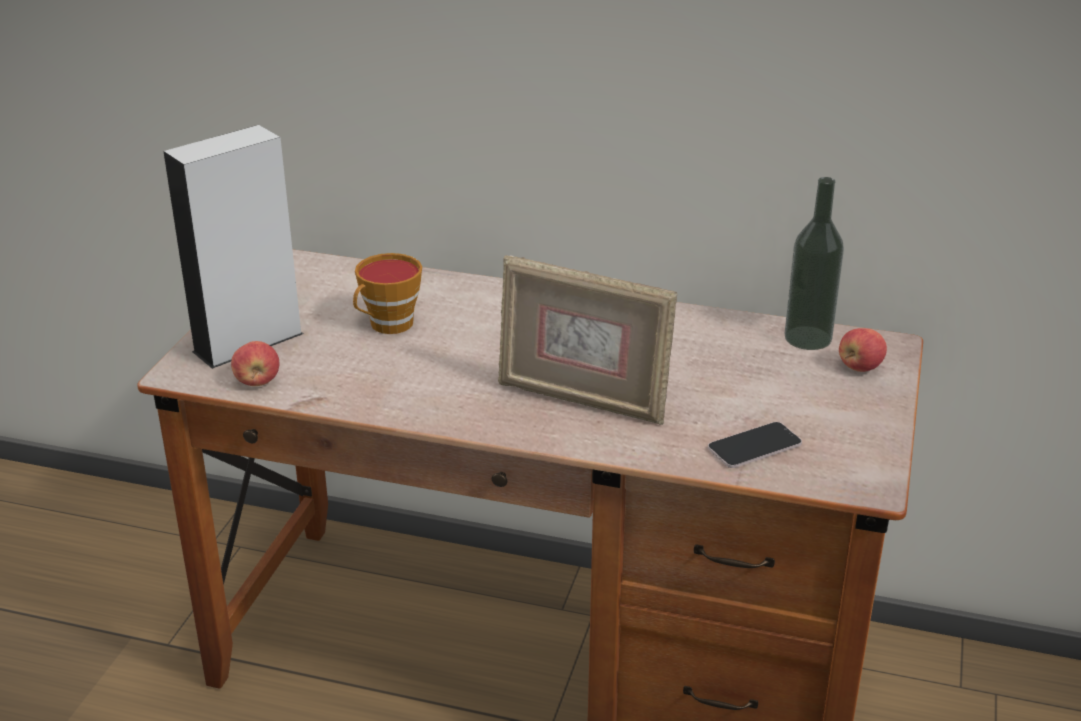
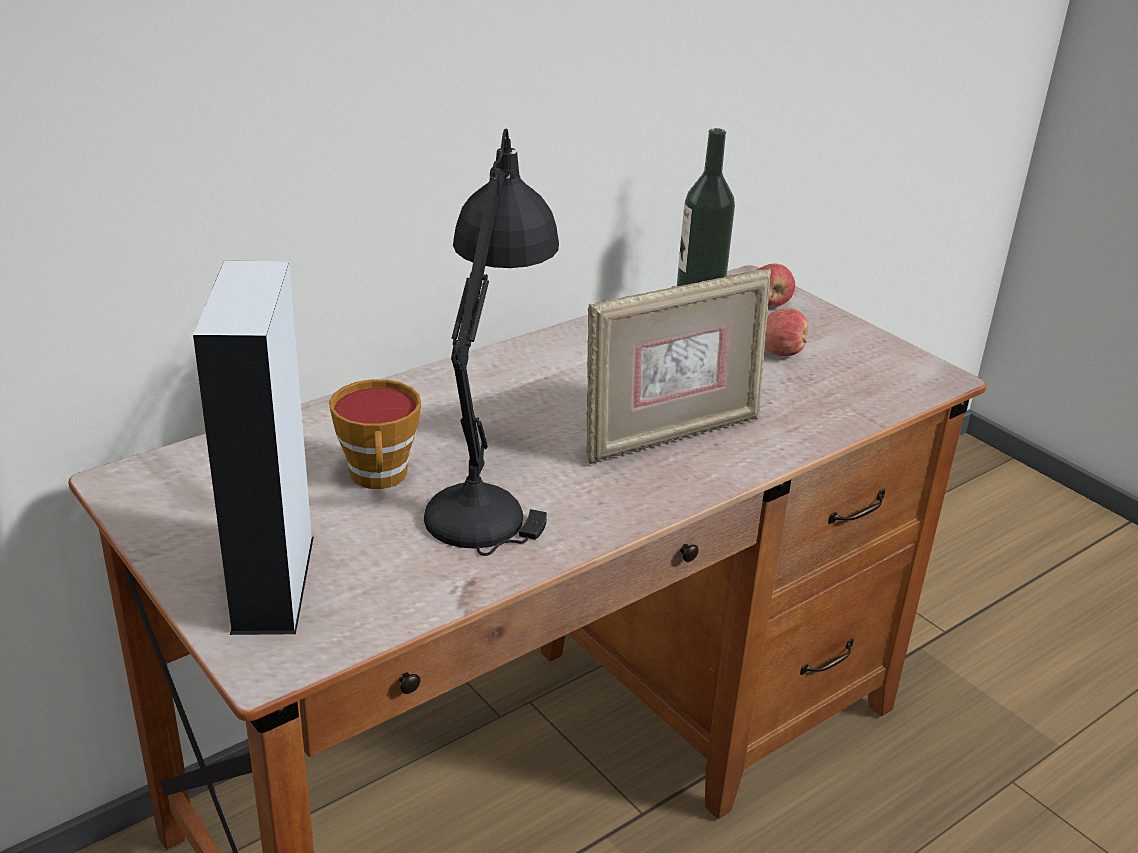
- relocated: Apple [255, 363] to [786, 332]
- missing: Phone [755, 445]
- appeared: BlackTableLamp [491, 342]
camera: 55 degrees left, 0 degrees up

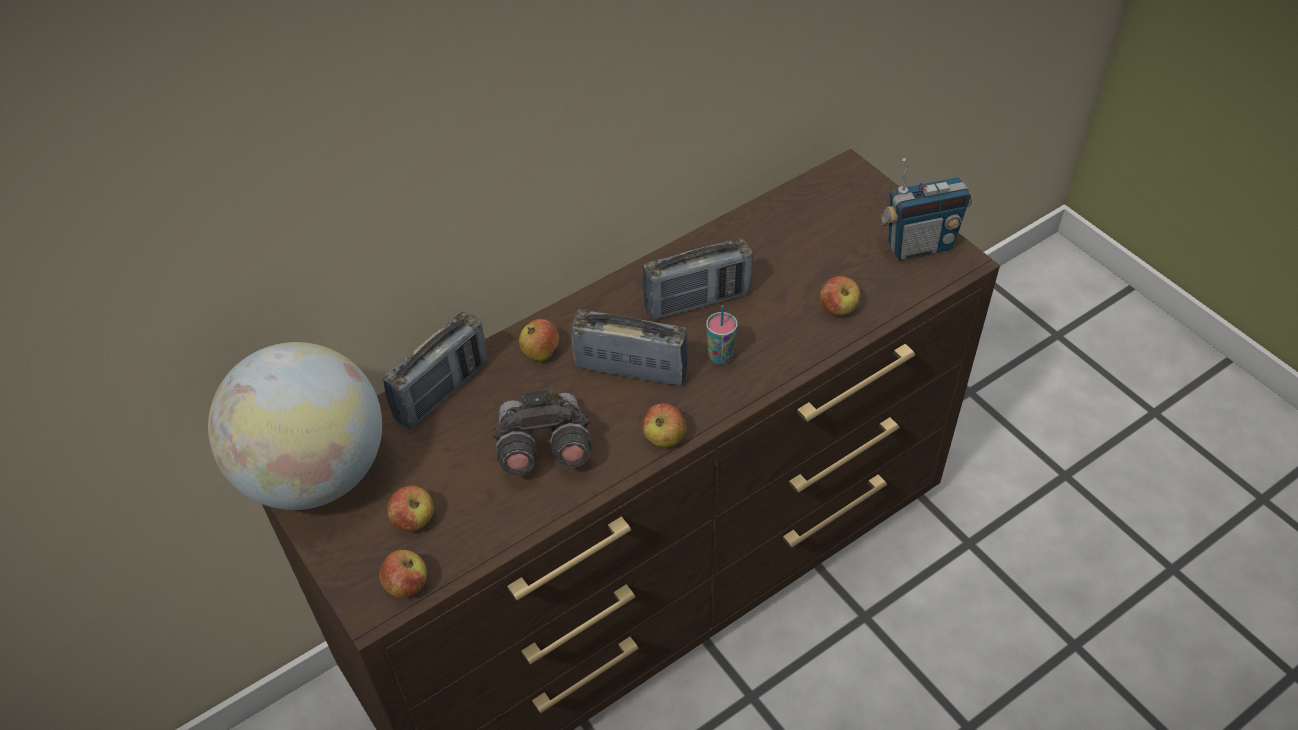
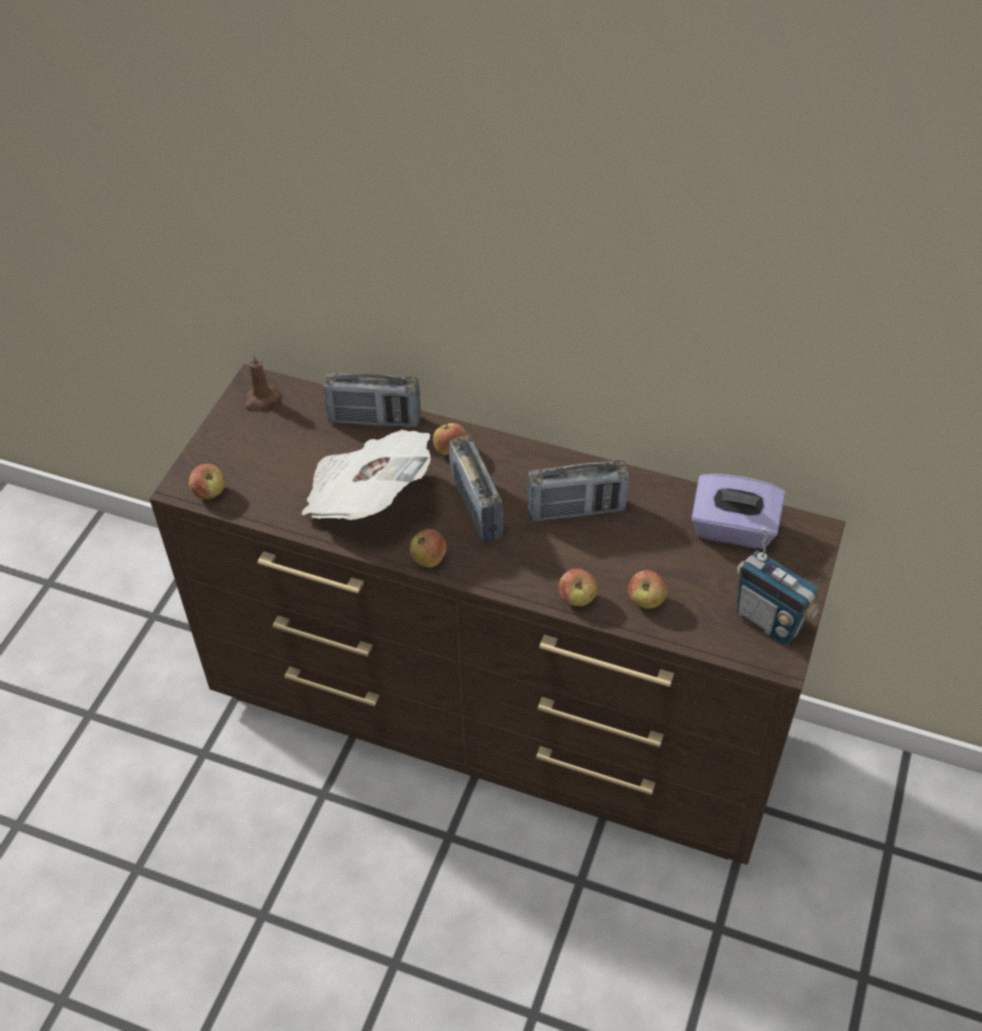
- spun: Radio [697, 279] = [578, 490] 45 degrees counterclockwise
- missing: Cup [722, 335]
- exchanged: Globe [295, 426] to BrownCandle [262, 382]
- exchanged: GreyBinoculars [542, 432] to Newspaper [366, 475]
- relocated: Apple [410, 508] to [578, 587]
- appeared: PurpleTissueBox [738, 511]
camera: 55 degrees right, 0 degrees up

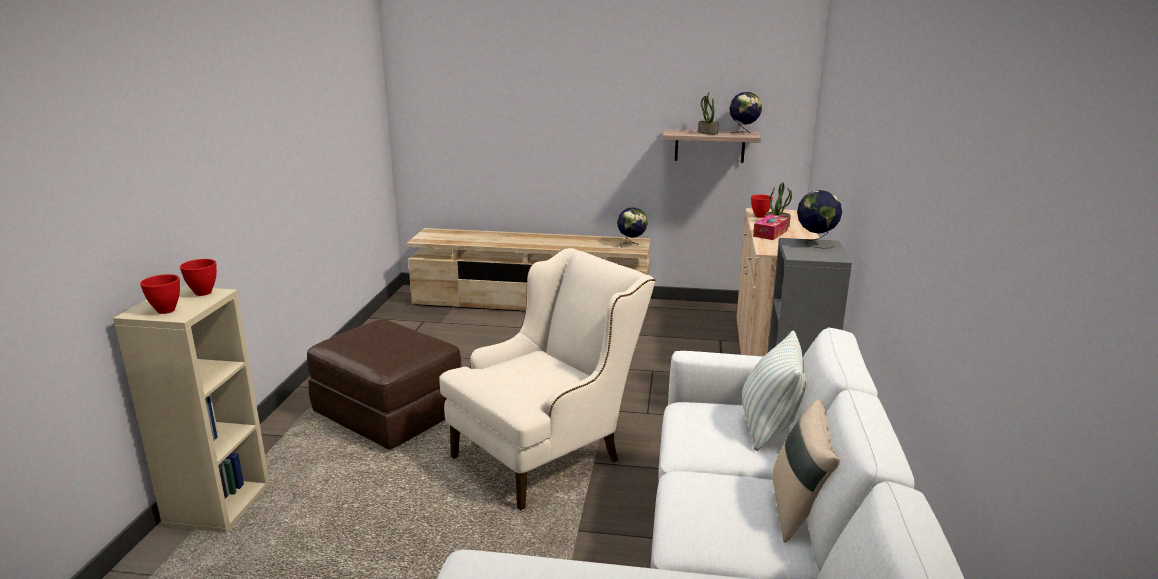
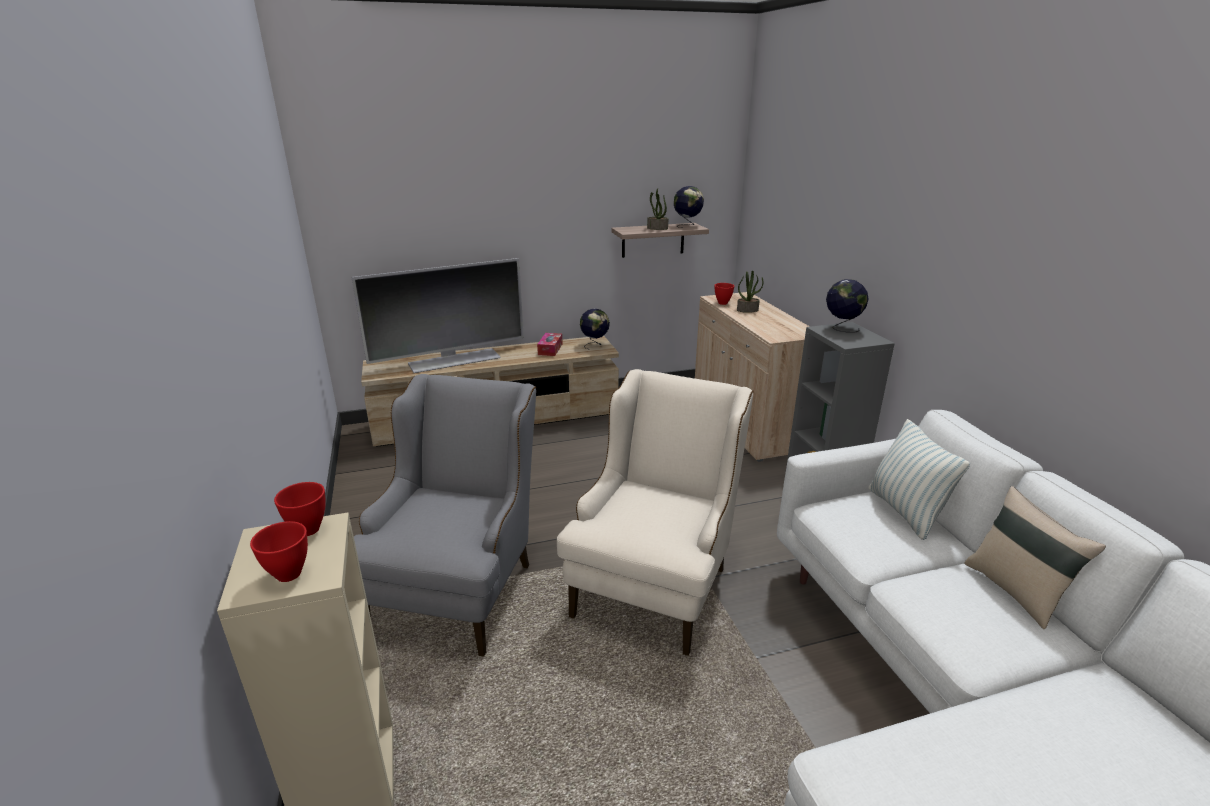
- relocated: TissueBox [771, 227] to [549, 344]
- exchanged: BrownOttoman [384, 384] to GreyArmchair [445, 515]
- appeared: Television [438, 315]
camera: 25 degrees left, 5 degrees up

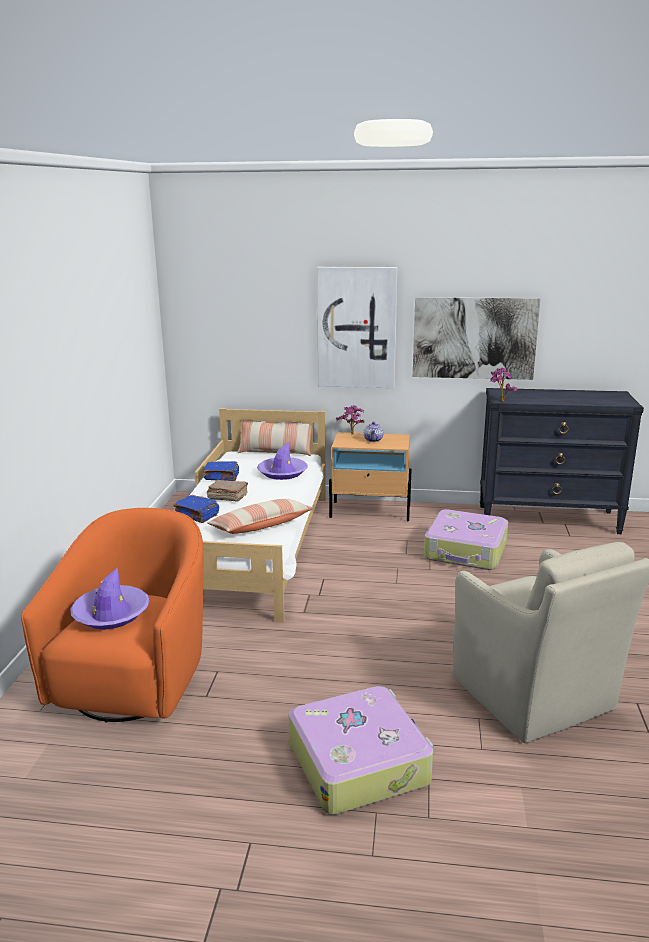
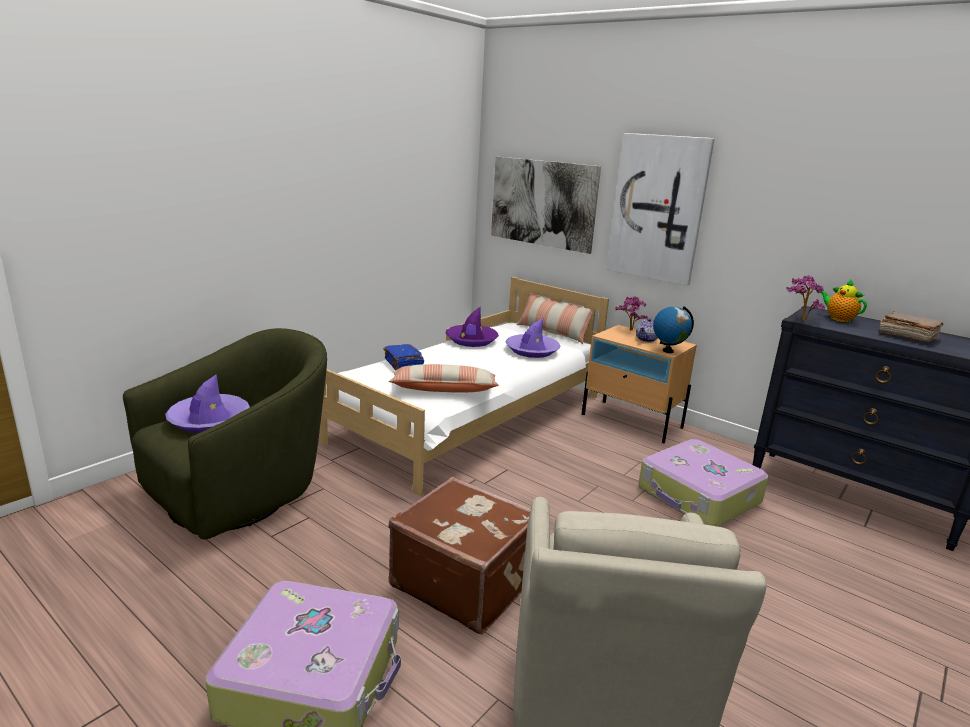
- relocated: Picture [476, 338] to [546, 205]
- exchanged: BlueBook [221, 471] to PurpleHat [472, 327]
- relocated: BrownBook [227, 491] to [911, 327]
- colour: OrangeArmchair [112, 615] to GreenArmchair [225, 433]
- appeared: Teapot [841, 300]
- appeared: Globe [673, 329]
- appeared: BrownSuitcase [460, 556]
camera: 30 degrees right, 0 degrees up

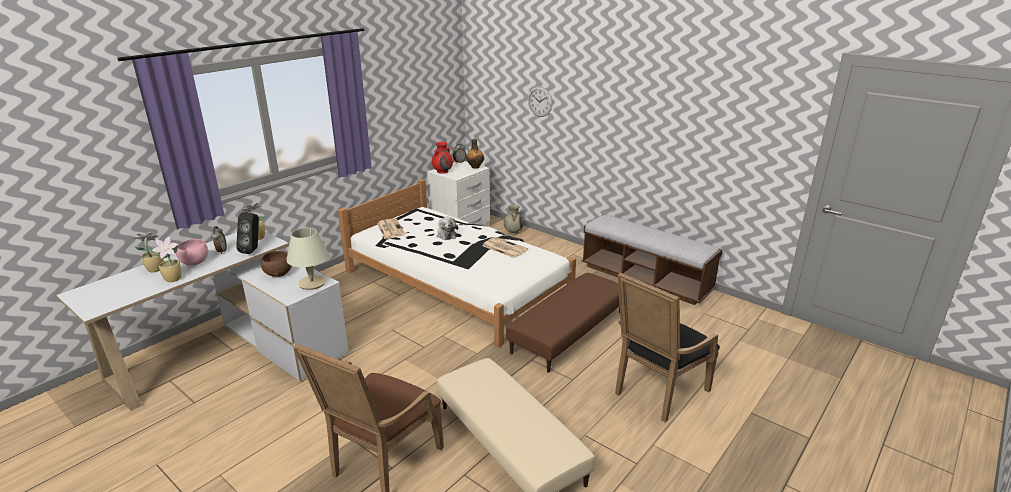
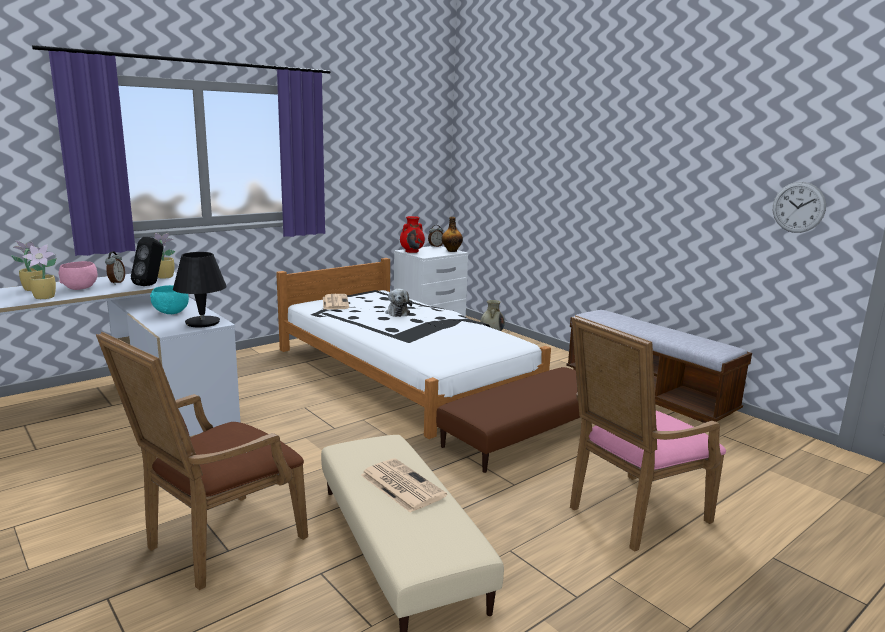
- relocated: WallClock [540, 101] to [799, 207]
- colour: BeigeTableLamp [307, 259] to BlackTableLamp [200, 289]
- relocated: Newspaper [505, 247] to [404, 486]
- colour: BrownBowl [276, 264] to TurquoiseBowl [169, 299]
- colour: BlackArmchair [667, 347] to PinkArmchair [648, 433]
camera: 10 degrees right, 10 degrees down

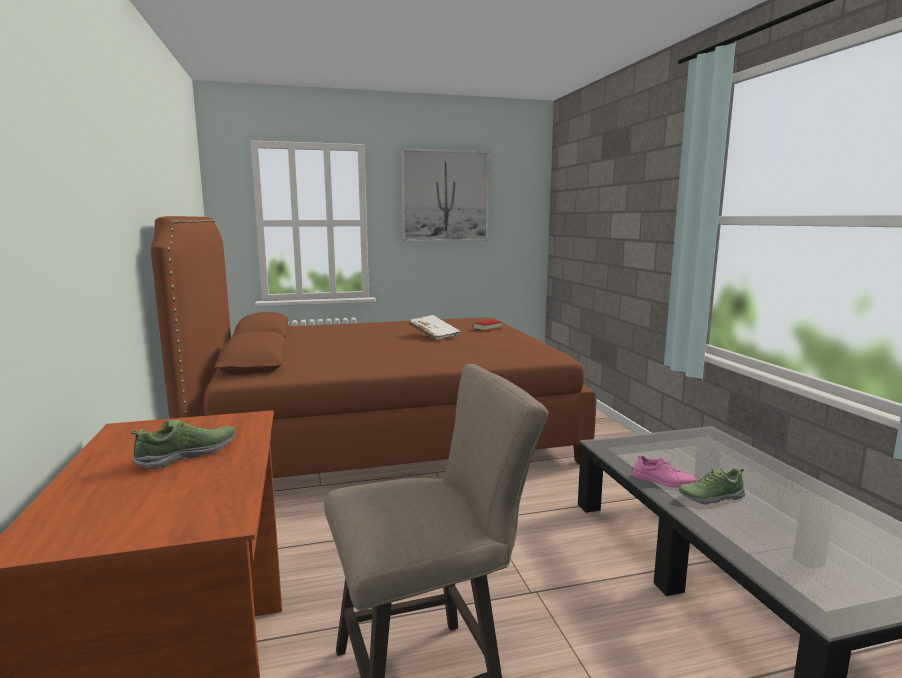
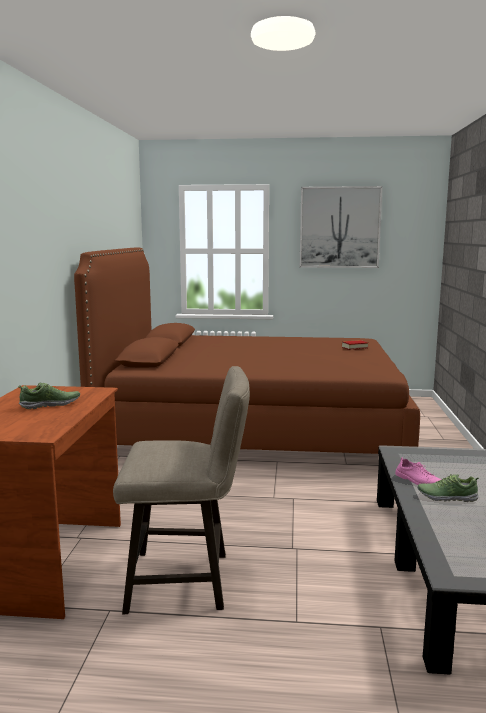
- missing: WhiteBook [435, 328]
camera: 20 degrees right, 0 degrees up

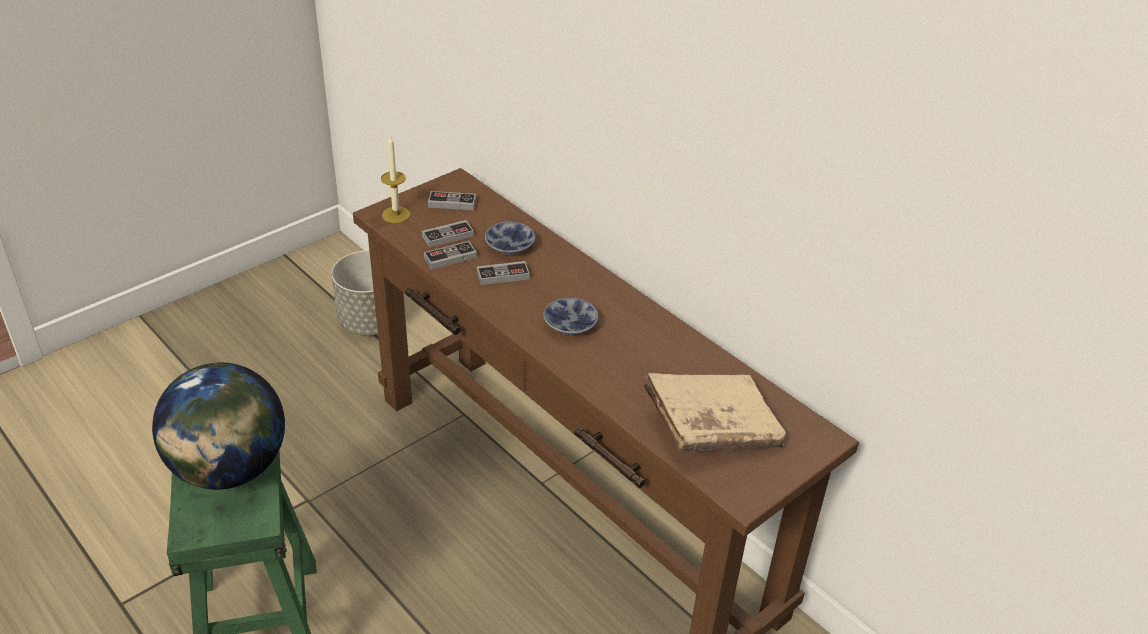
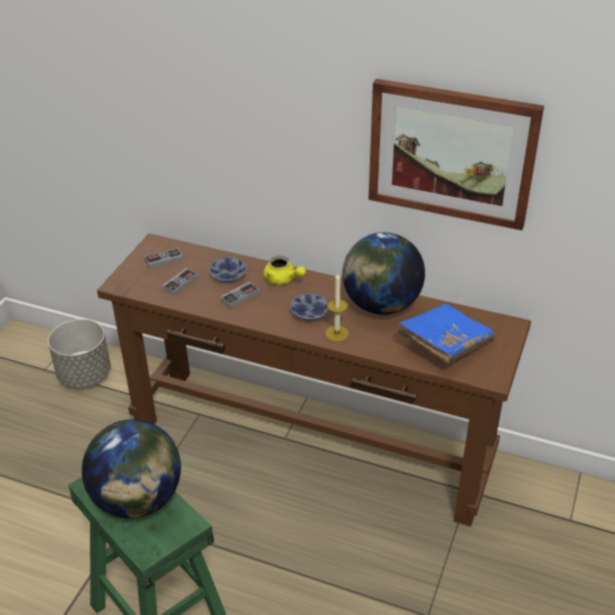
- relocated: Candle [395, 179] to [337, 307]
- missing: GameController [450, 255]
- colour: BeigeBook [715, 412] to BlueBook [446, 334]
- appeared: Picture [456, 154]
- appeared: Globe [383, 273]
- appeared: YellowTeapot [285, 270]
camera: 25 degrees left, 0 degrees up

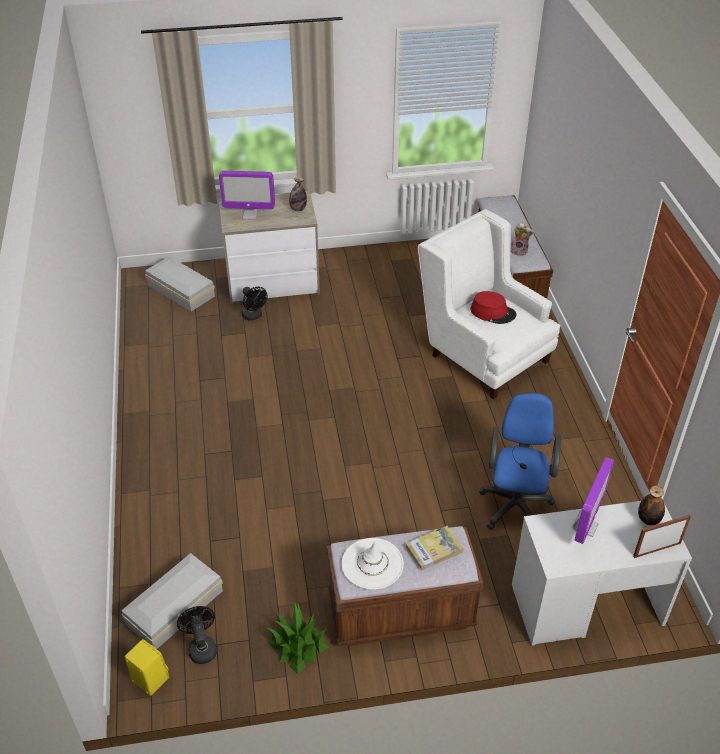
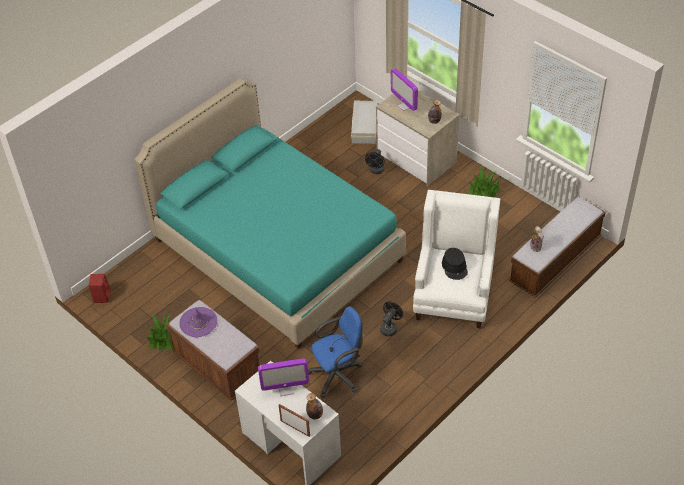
- colour: RedHat [493, 307] to BlackHat [455, 264]
- missing: Book [434, 548]
- colour: WhiteHat [372, 564] to PurpleHat [198, 322]
- missing: WhiteStorageBox [172, 601]
- relocated: BlackFan [197, 635] to [391, 319]
- colour: YellowSpeaker [147, 667] to RedSpeaker [99, 288]
- appeared: TurquoiseBed [270, 213]
- appeared: PottedPlant [484, 182]
camera: 55 degrees right, 5 degrees up

